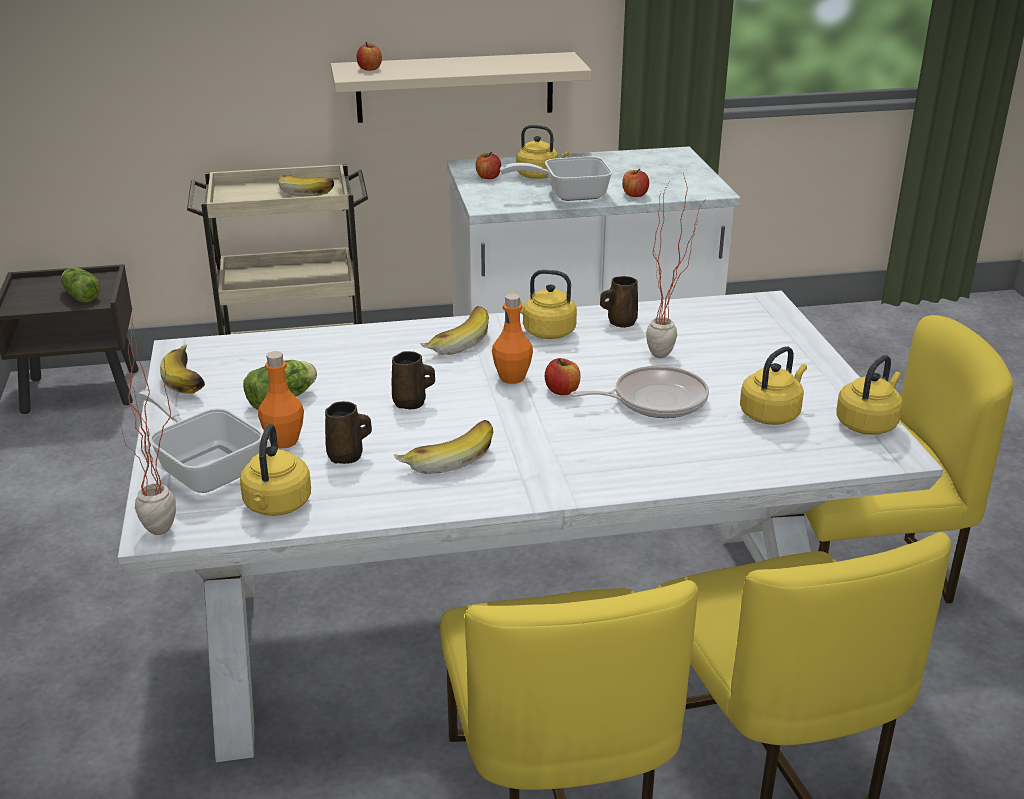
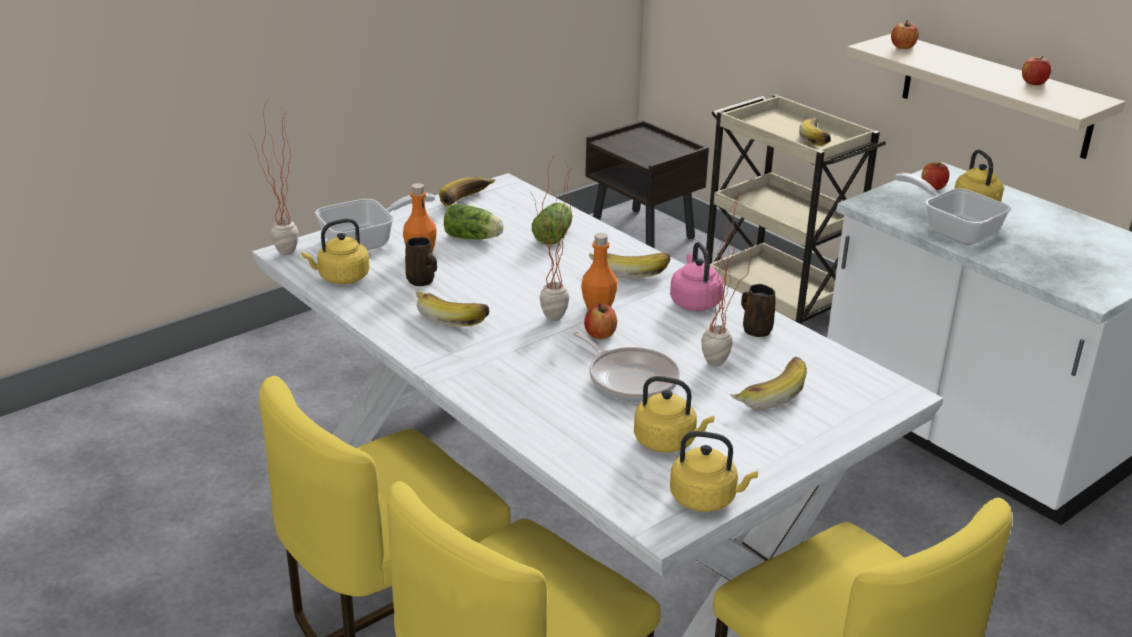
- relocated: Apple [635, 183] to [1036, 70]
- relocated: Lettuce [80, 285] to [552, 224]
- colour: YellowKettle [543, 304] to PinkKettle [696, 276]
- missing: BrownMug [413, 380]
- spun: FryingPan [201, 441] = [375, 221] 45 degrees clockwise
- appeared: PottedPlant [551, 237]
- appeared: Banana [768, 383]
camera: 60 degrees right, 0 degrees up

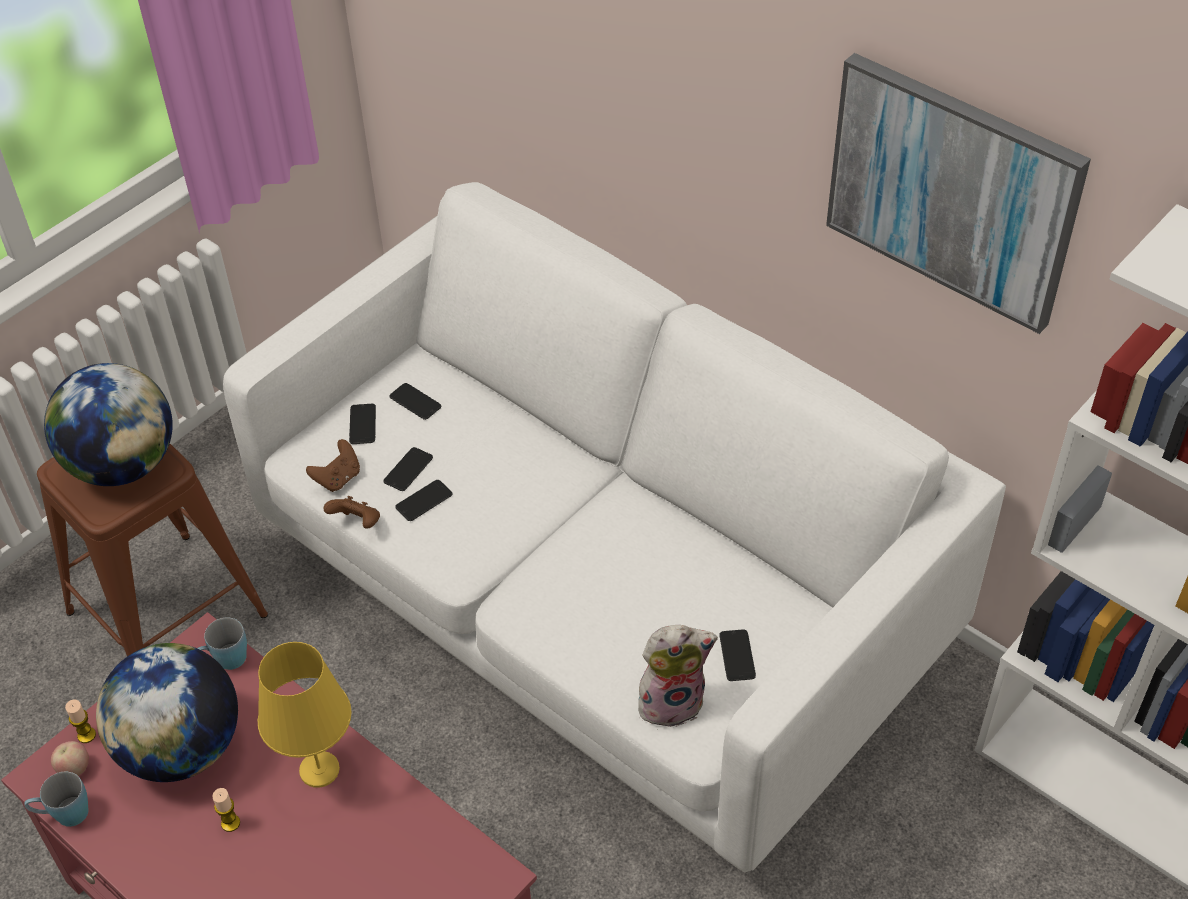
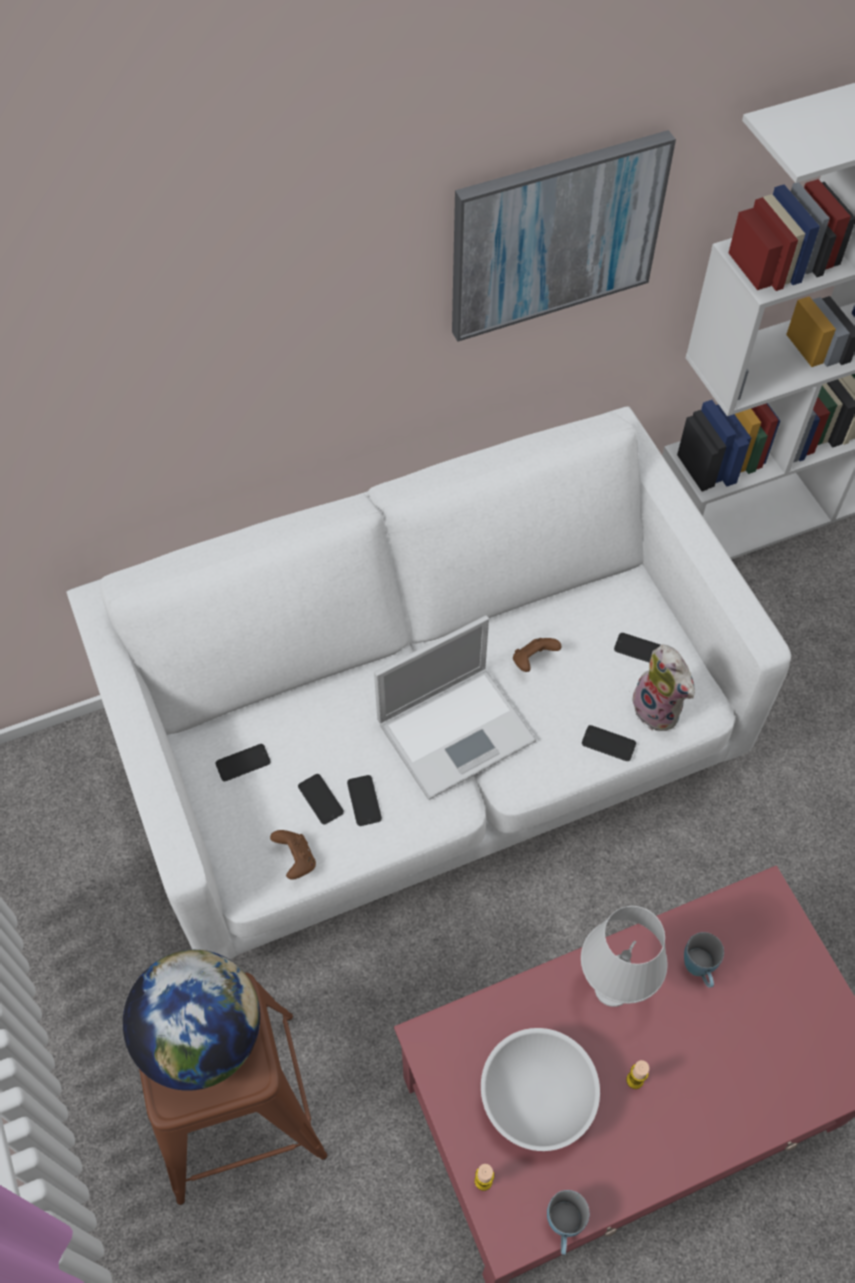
- relocated: Phone [362, 424] to [609, 743]
- relocated: BrownGameController [351, 512] to [537, 655]
- relocated: BlueMug [222, 643] to [704, 960]
- spun: PlushToy [678, 676] = [661, 687] 135 degrees clockwise
- colour: YellowTableLamp [305, 715] to WhiteTableLamp [624, 956]
- exchanged: Globe [167, 712] to WhiteBowl [540, 1089]
- missing: Apple [70, 758]
- appeared: Laptop [455, 707]
camera: 65 degrees left, 10 degrees up

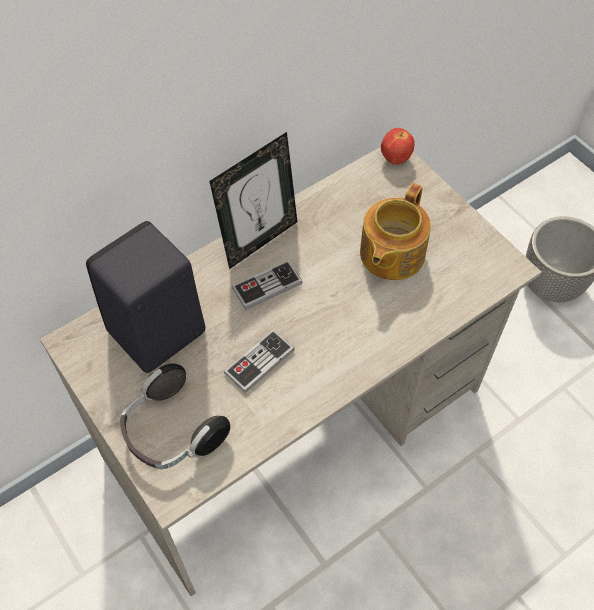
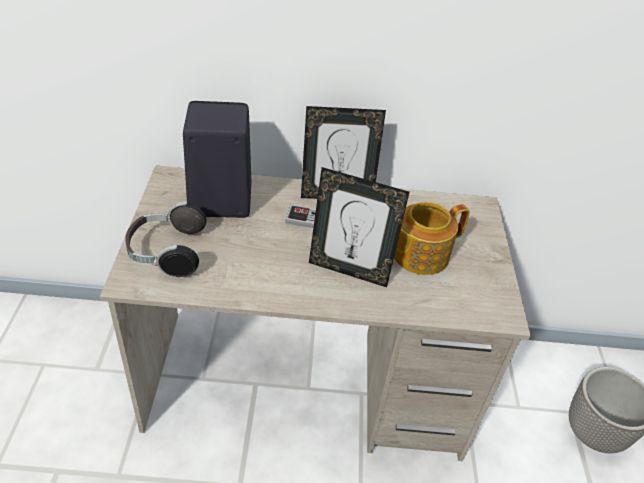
- missing: Apple [398, 146]
- missing: GameController [259, 361]
- appeared: PictureFrame [359, 227]
camera: 35 degrees right, 15 degrees down

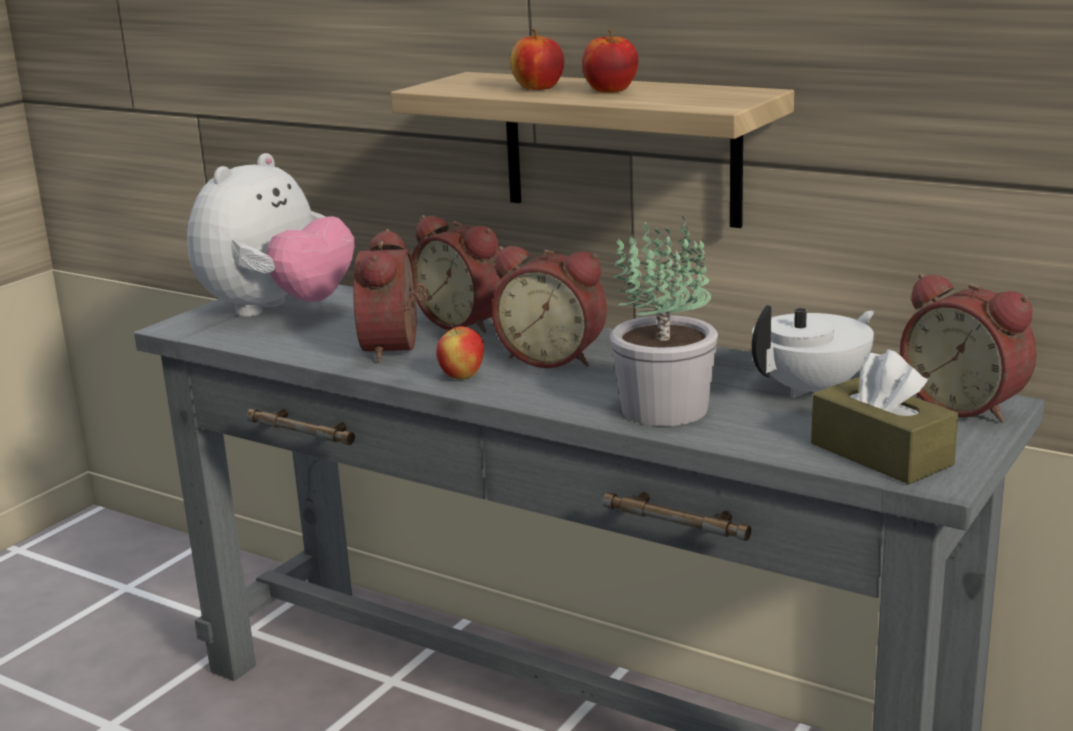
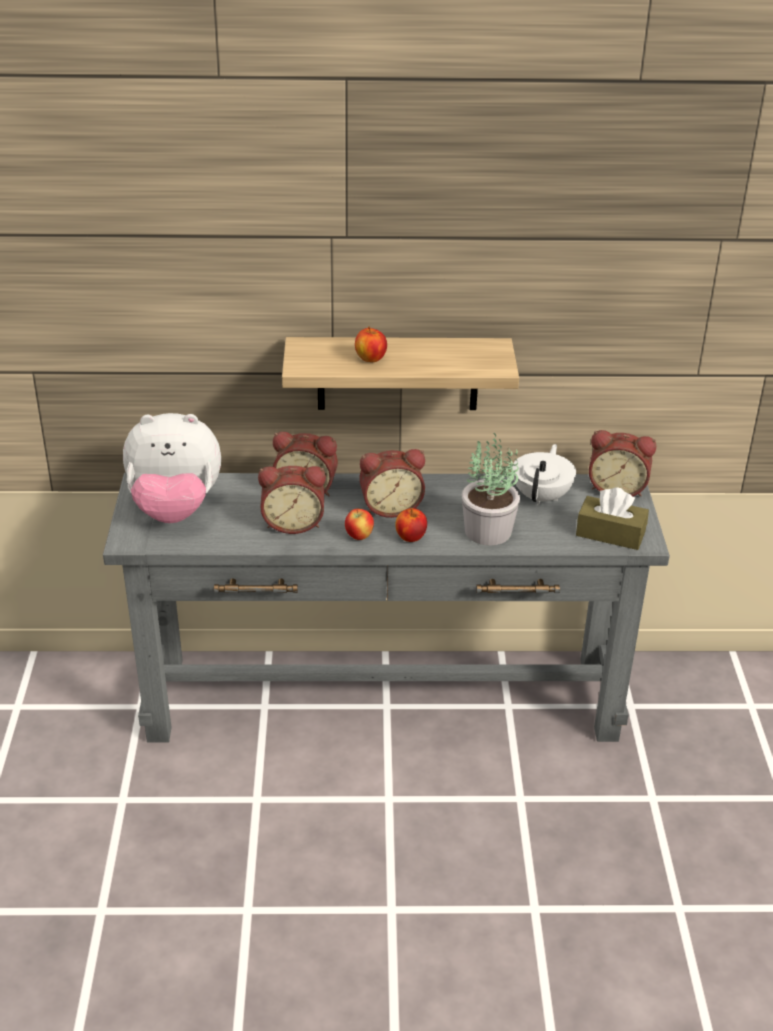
- relocated: Apple [610, 61] to [411, 525]
- spun: PlushToy [270, 235] = [172, 468] 90 degrees clockwise
- spun: AlarmClock [390, 296] = [292, 500] 60 degrees counterclockwise
camera: 35 degrees left, 15 degrees up

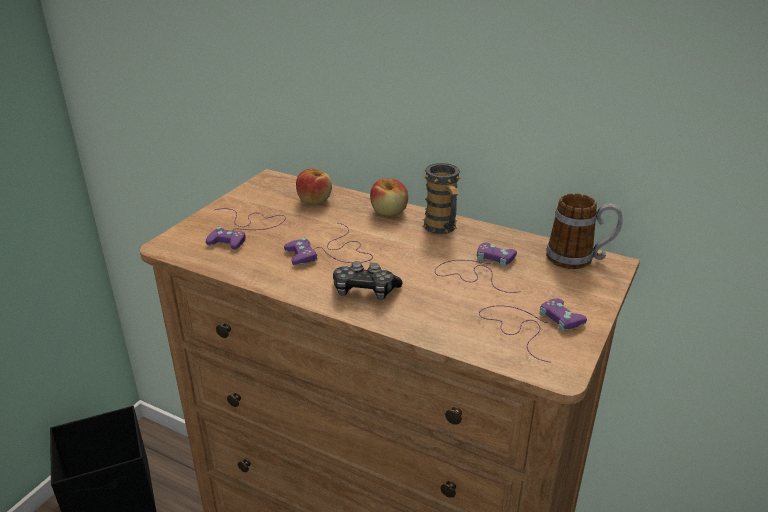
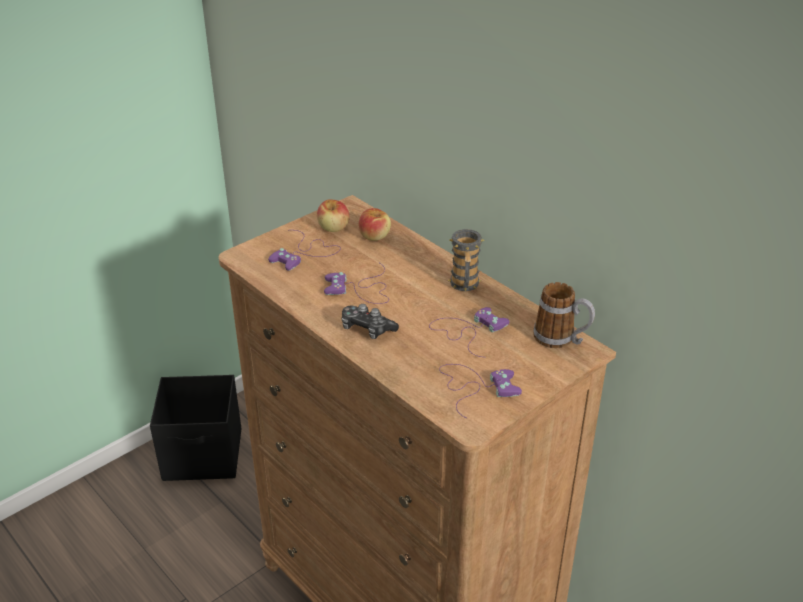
- relocated: Apple [389, 197] to [333, 215]
camera: 20 degrees right, 5 degrees up

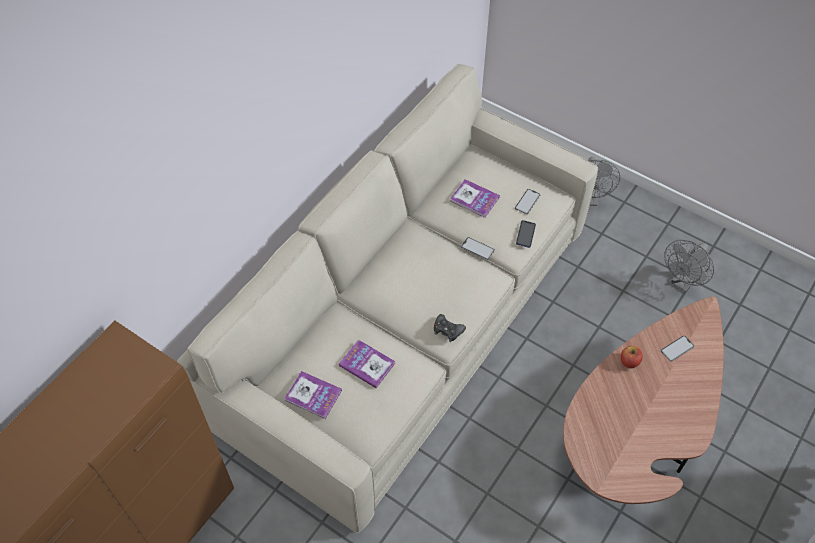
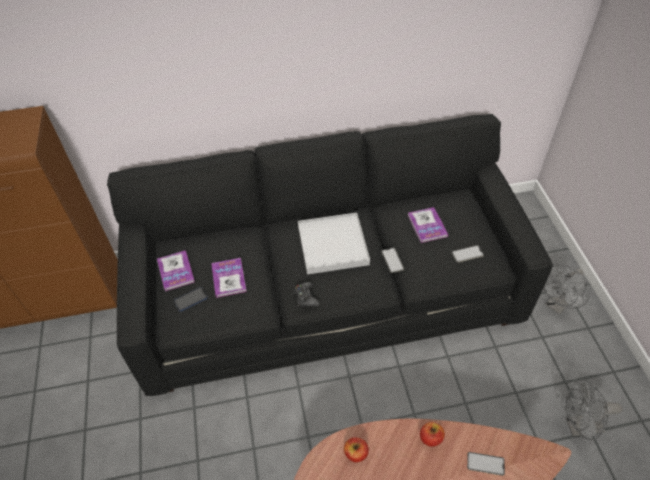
- colour: BeigeSofa [387, 298] to BlackSofa [330, 255]
- relocated: Phone [526, 234] to [191, 299]
- appeared: WhiteTray [334, 243]
- appeared: Apple [356, 449]
camera: 45 degrees right, 5 degrees down

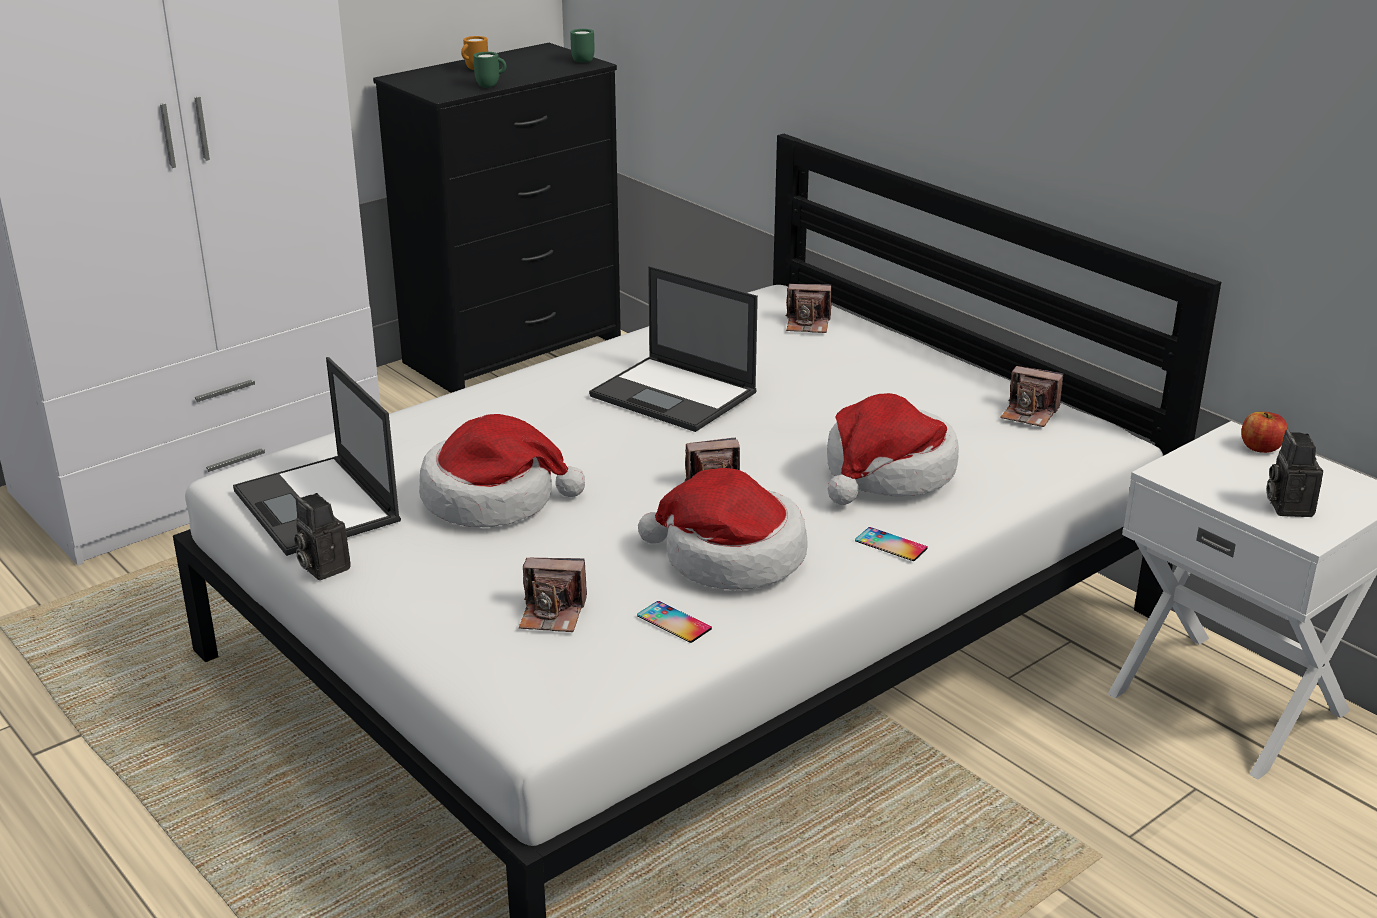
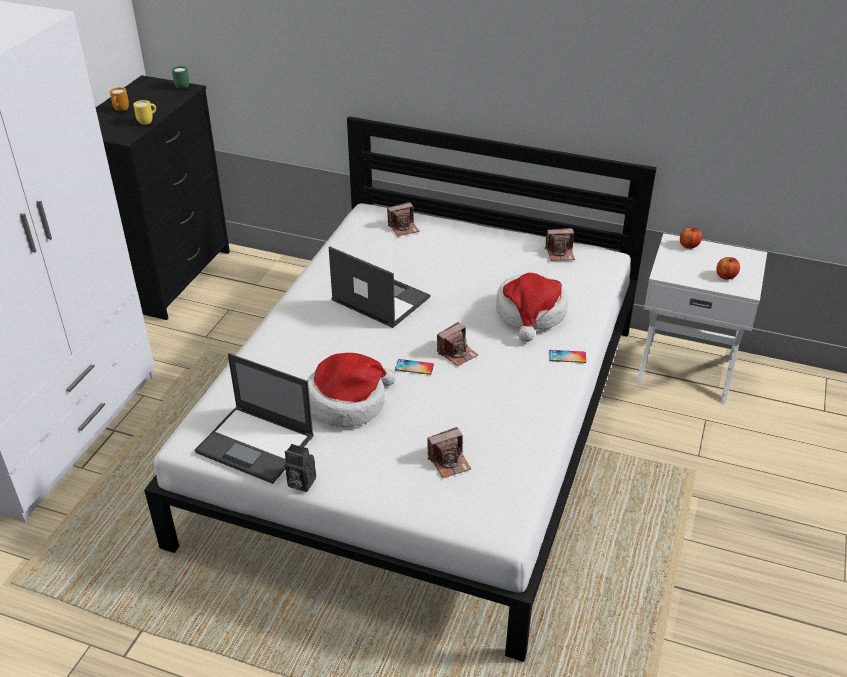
- colour: GreenMug [489, 70] to YellowMug [144, 112]
- spun: Laptop [673, 349] = [380, 287] 150 degrees counterclockwise
- exchanged: PhotoCamera [1294, 473] to Apple [728, 268]
- missing: Hat [723, 529]
- relocated: Phone [674, 622] to [414, 367]
camera: 30 degrees left, 10 degrees up

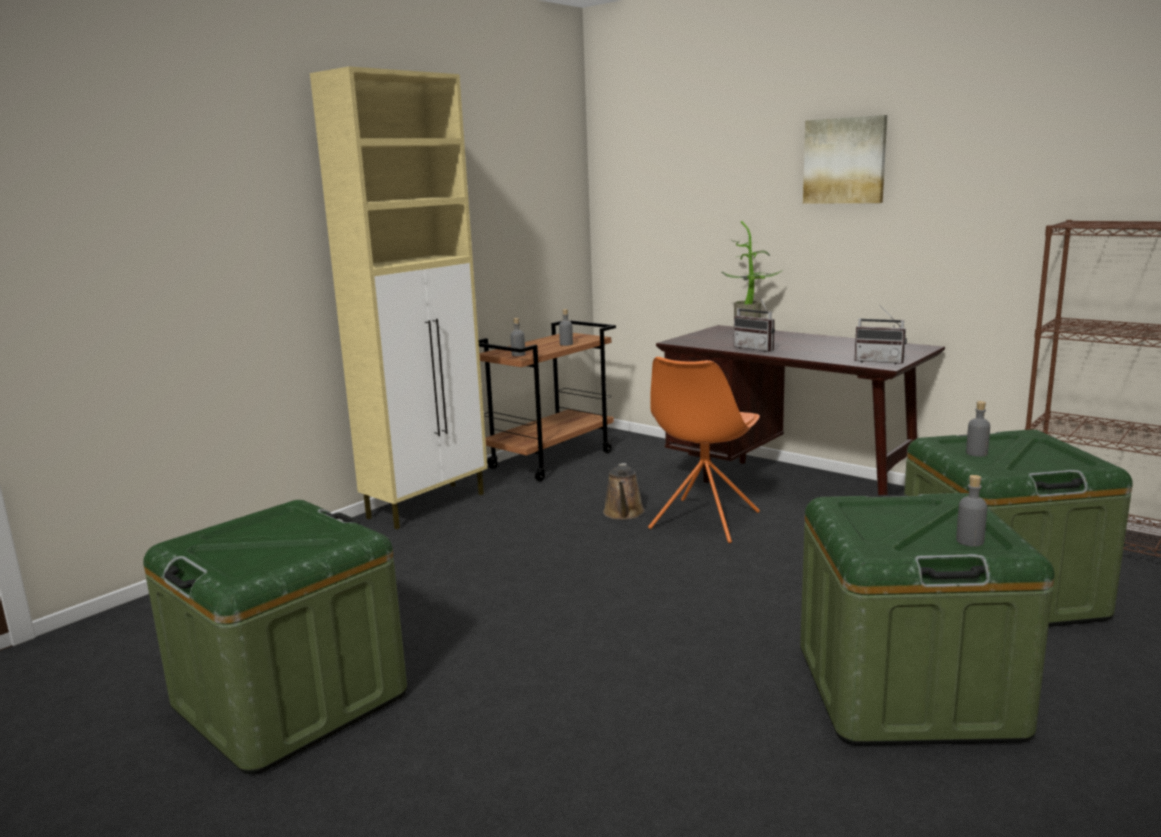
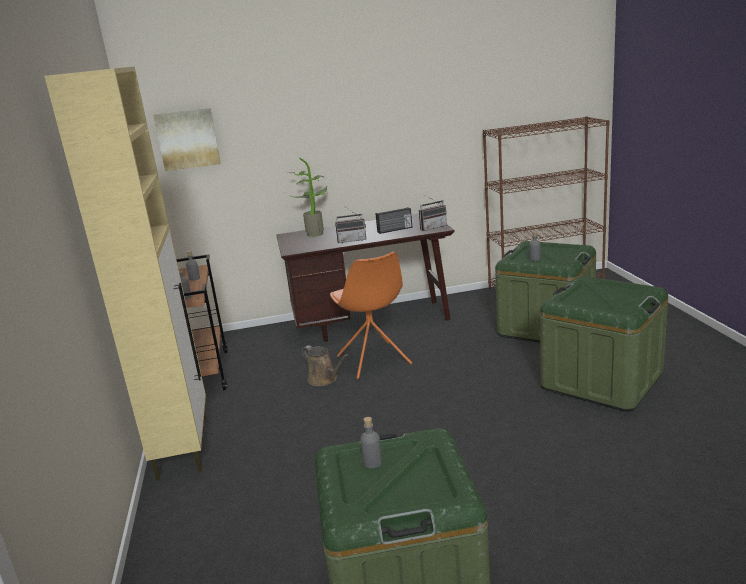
- relocated: Picture [845, 159] to [187, 139]
- relocated: GreyBottle [971, 511] to [371, 442]
- appeared: Radio [394, 220]
camera: 50 degrees left, 5 degrees up

